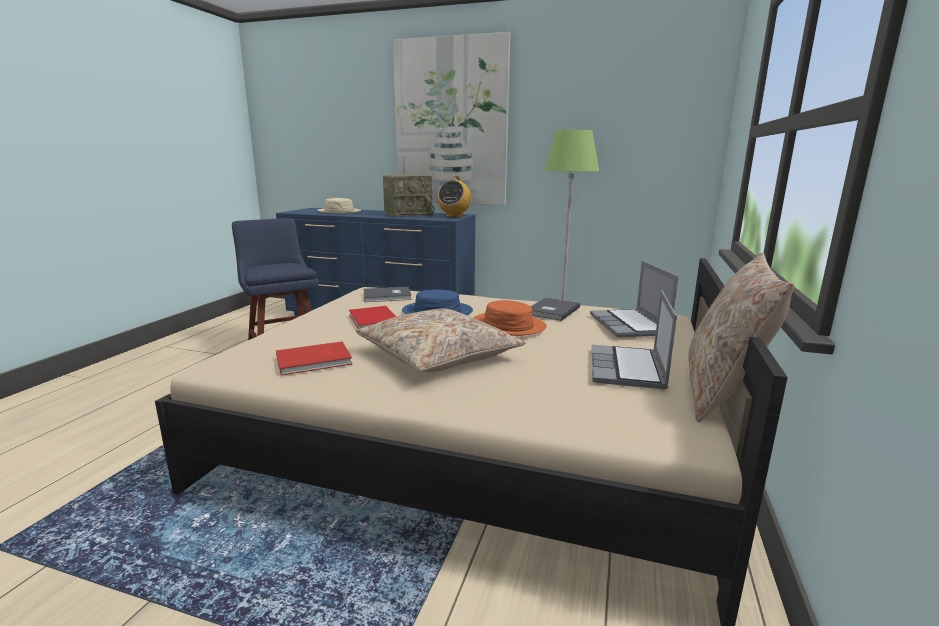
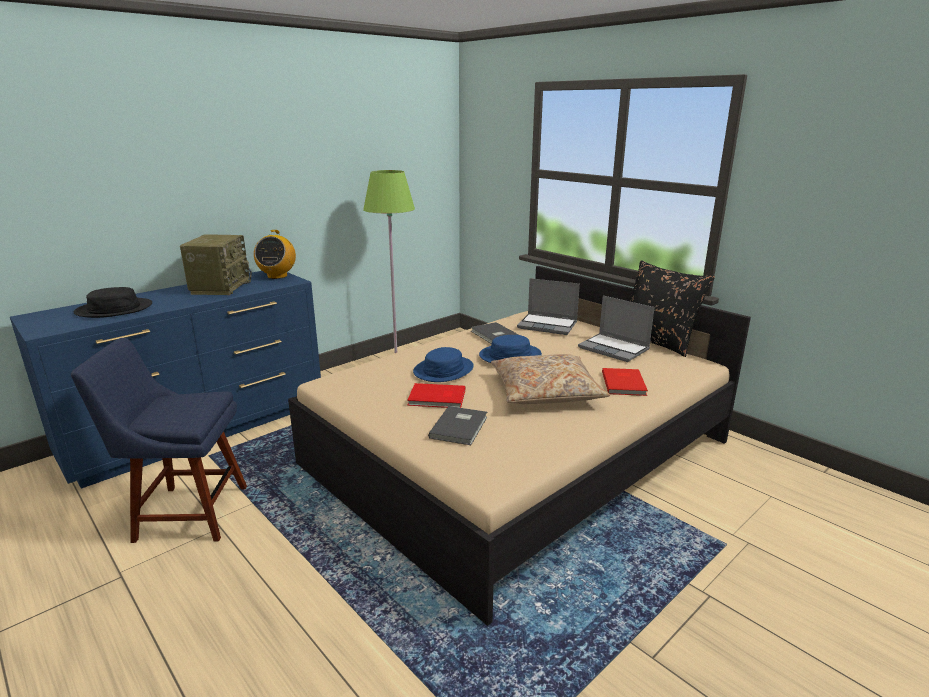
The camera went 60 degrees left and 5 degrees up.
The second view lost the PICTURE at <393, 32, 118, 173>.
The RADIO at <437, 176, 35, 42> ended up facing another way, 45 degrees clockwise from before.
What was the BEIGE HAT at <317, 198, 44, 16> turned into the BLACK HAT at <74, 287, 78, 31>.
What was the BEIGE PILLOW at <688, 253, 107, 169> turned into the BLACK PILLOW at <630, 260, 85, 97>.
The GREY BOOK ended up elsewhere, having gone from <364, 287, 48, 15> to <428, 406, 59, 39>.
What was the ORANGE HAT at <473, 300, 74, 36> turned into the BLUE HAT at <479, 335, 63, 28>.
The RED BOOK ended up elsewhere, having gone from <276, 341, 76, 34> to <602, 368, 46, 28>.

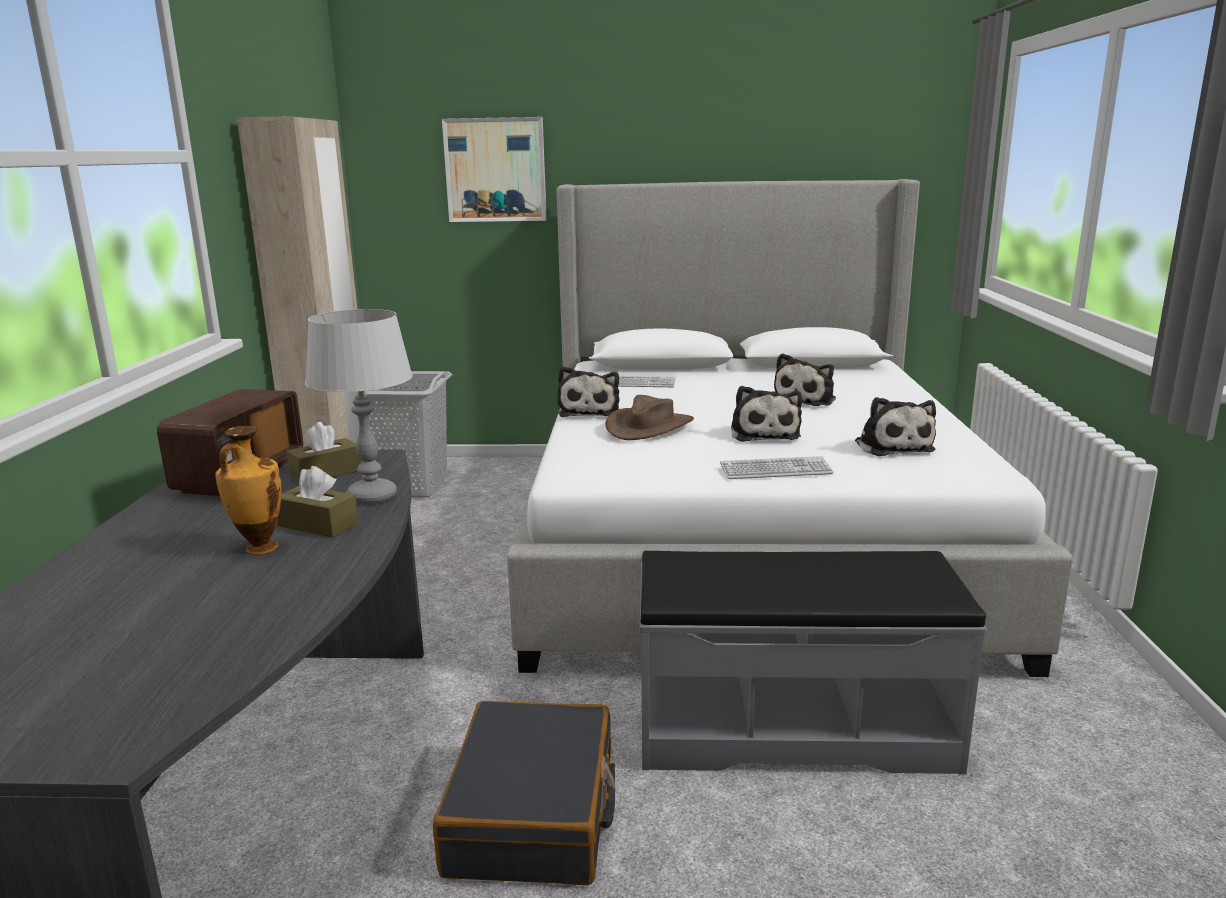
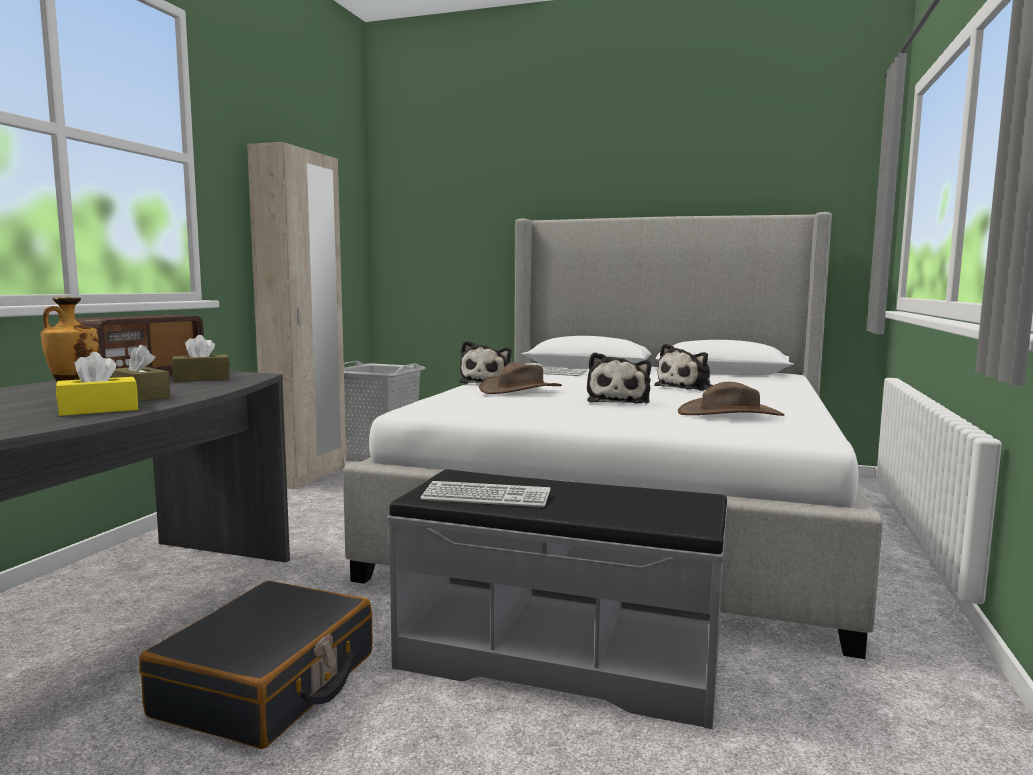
The camera went 15 degrees right and 10 degrees down.
The second view lost the PICTURE at <442, 117, 105, 105>.
The second view lost the GREY TABLE LAMP at <305, 309, 108, 195>.
Where the PLUSH TOY stood at <855, 397, 81, 59>, the BROWN HAT came to stand at <678, 382, 107, 34>.
The KEYBOARD ended up elsewhere, having gone from <720, 456, 114, 23> to <420, 481, 131, 26>.
The second view gained the YELLOW TISSUE BOX at <56, 352, 82, 64>.

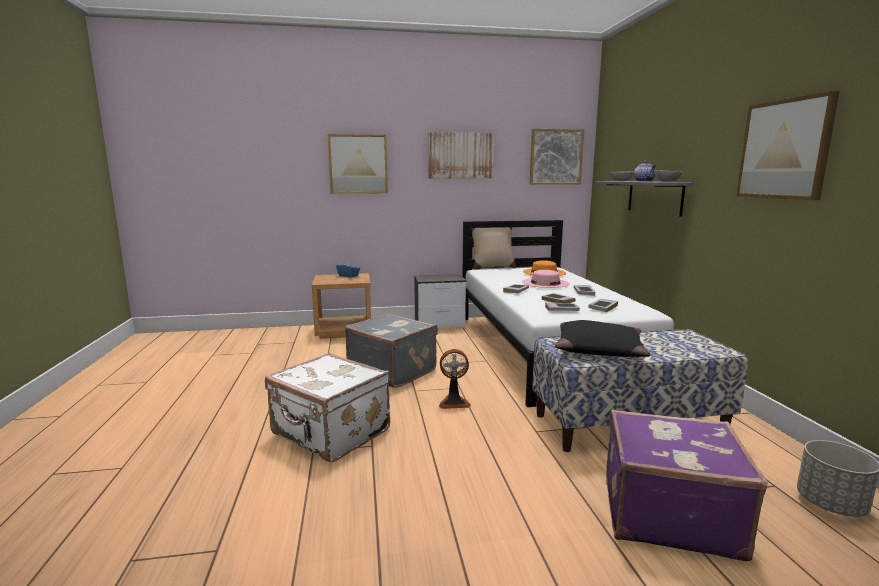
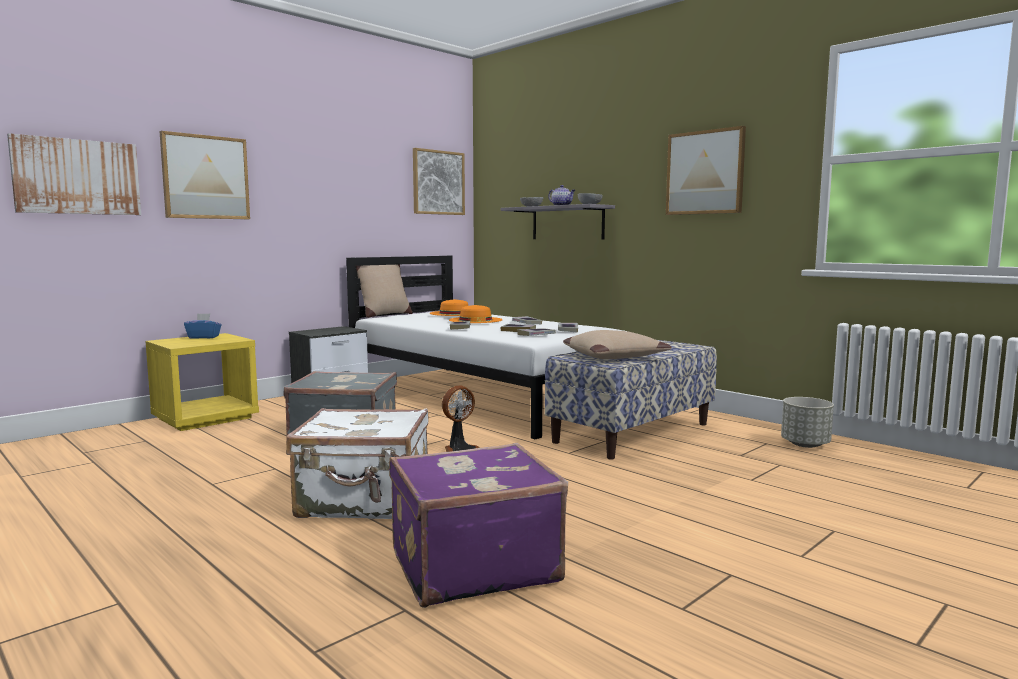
The camera went 35 degrees left and 5 degrees down.
The PICTURE ended up elsewhere, having gone from <428, 132, 66, 46> to <7, 133, 134, 82>.
What was the PINK HAT at <522, 270, 48, 18> turned into the ORANGE HAT at <449, 305, 54, 18>.
What was the BROWN NIGHTSTAND at <312, 273, 59, 66> turned into the YELLOW NIGHTSTAND at <146, 333, 113, 98>.
What was the BLACK PILLOW at <555, 320, 95, 37> turned into the BEIGE PILLOW at <563, 330, 109, 29>.
The PURPLE SUITCASE ended up elsewhere, having gone from <606, 410, 162, 151> to <389, 443, 179, 165>.

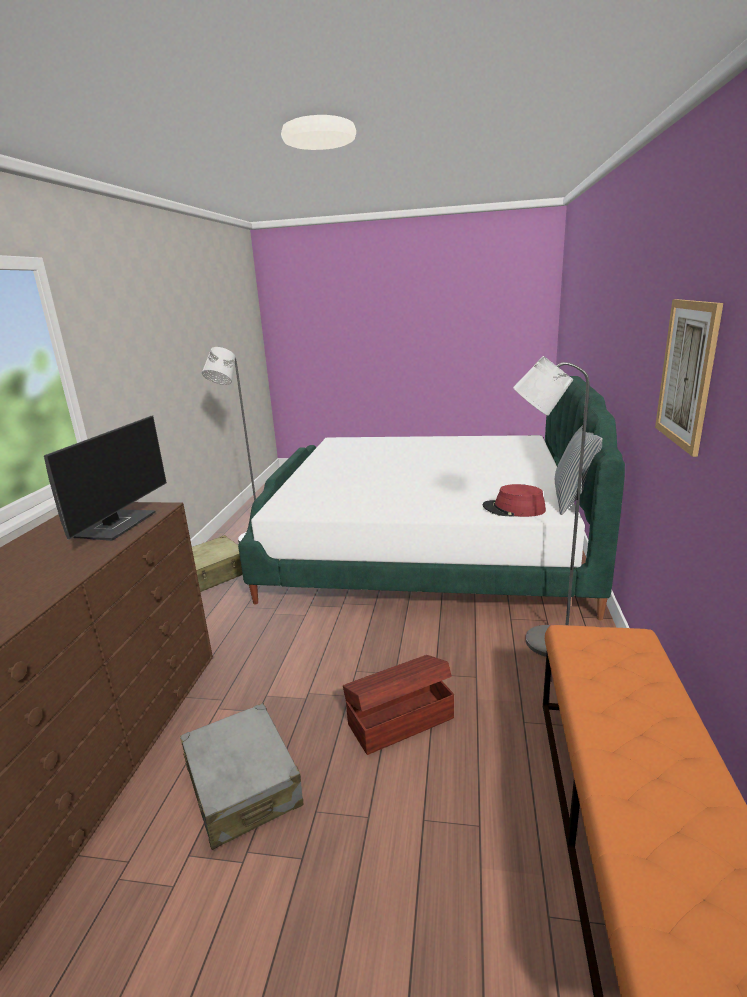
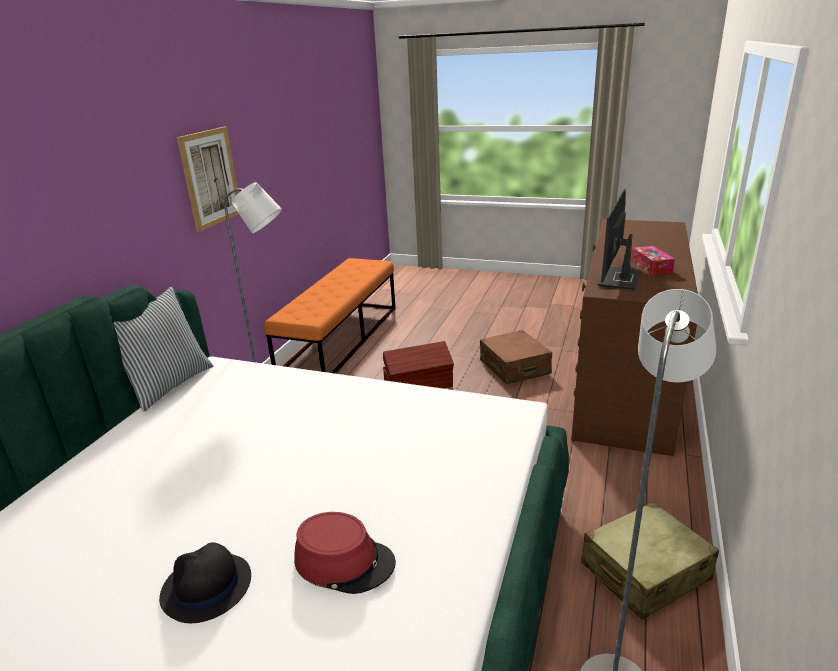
The camera went 170 degrees left and 5 degrees up.
The RED HAT ended up elsewhere, having gone from <483, 484, 63, 33> to <294, 512, 102, 82>.
What was the GREY SUITCASE at <180, 703, 124, 147> turned into the BROWN SUITCASE at <480, 330, 72, 54>.
The second view gained the TISSUE BOX at <631, 246, 44, 29>.
The second view gained the BLACK HAT at <159, 542, 92, 81>.

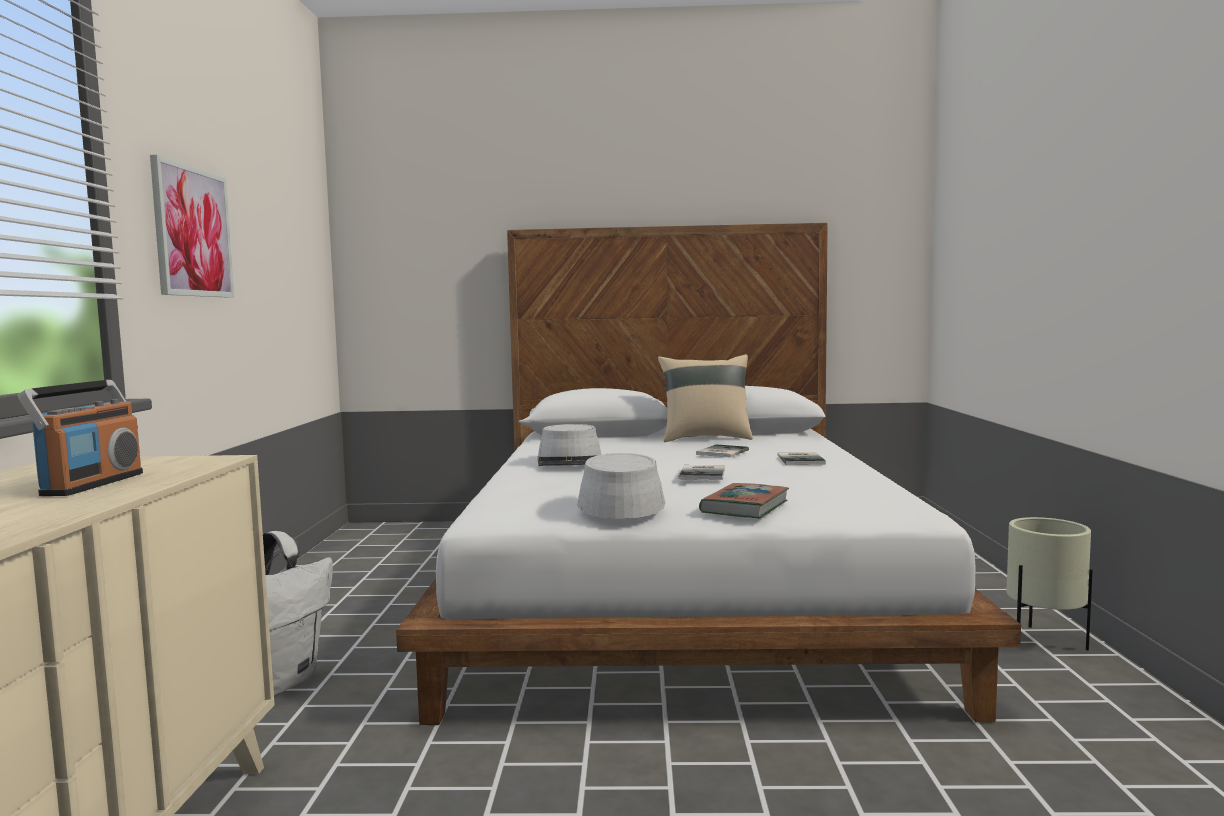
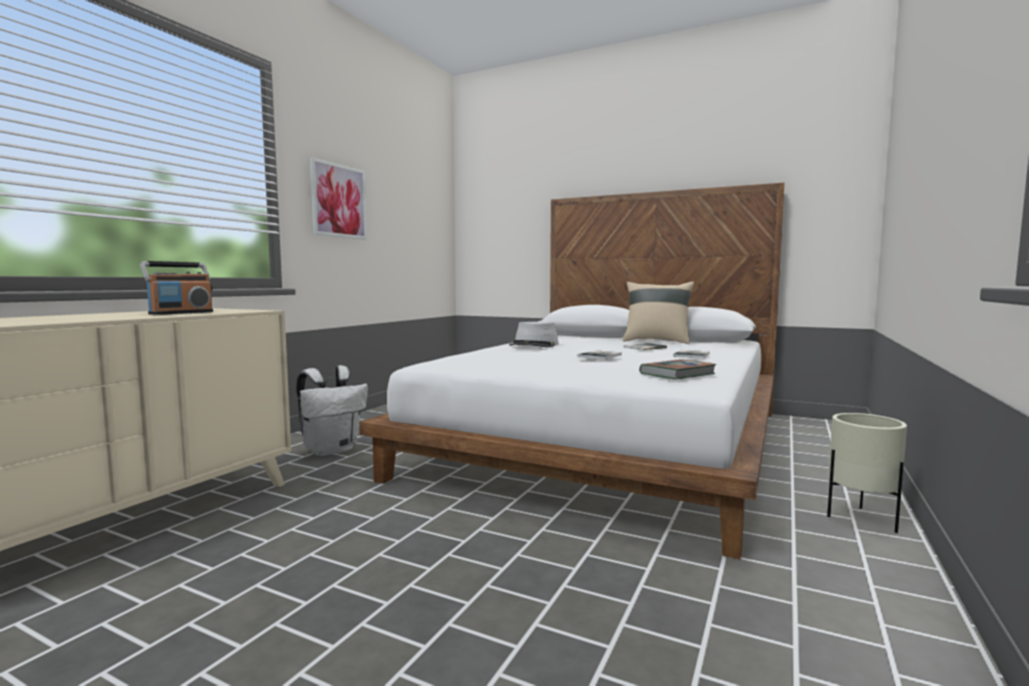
The camera went 25 degrees right and 0 degrees up.
The second view lost the GREY HAT at <577, 453, 88, 66>.
The BOOK ended up elsewhere, having gone from <699, 483, 90, 35> to <639, 359, 78, 21>.

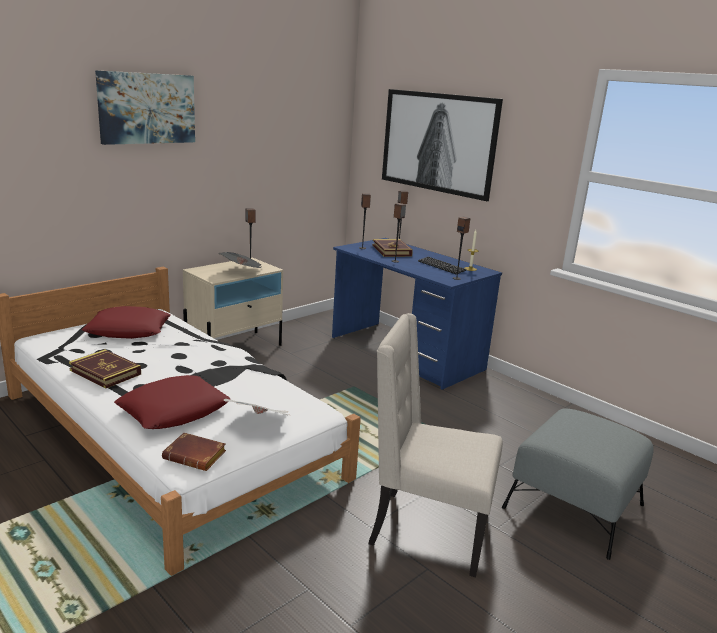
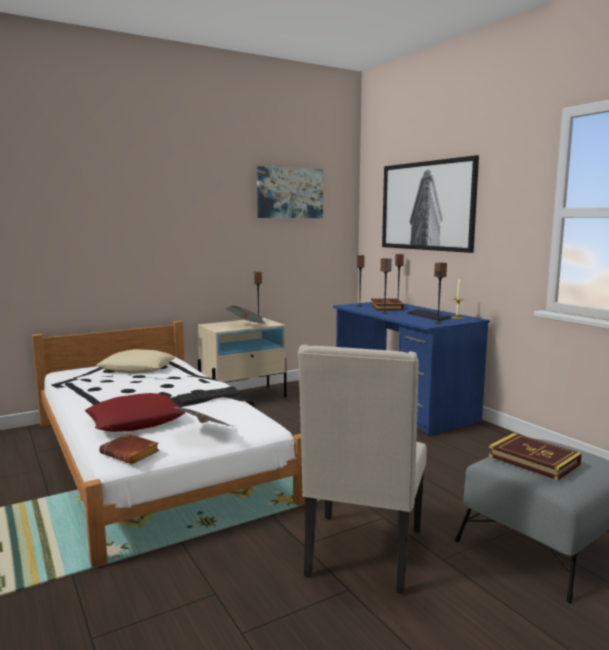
The camera went 15 degrees right and 10 degrees down.
The PICTURE ended up elsewhere, having gone from <95, 70, 100, 75> to <257, 166, 66, 52>.
What was the RED PILLOW at <82, 306, 89, 33> turned into the BEIGE PILLOW at <97, 349, 79, 25>.
The BEIGE CHAIR at <369, 313, 134, 264> ended up facing another way, 105 degrees counterclockwise from before.
The BOOK ended up elsewhere, having gone from <69, 349, 72, 40> to <488, 433, 94, 47>.
The second view gained the KEYBOARD at <177, 386, 64, 18>.

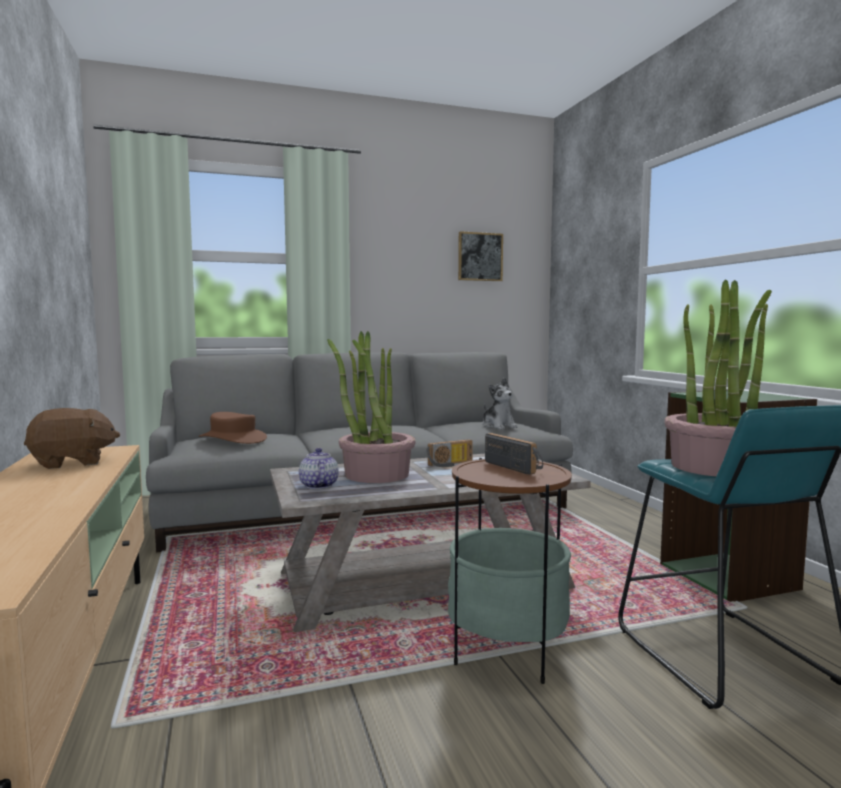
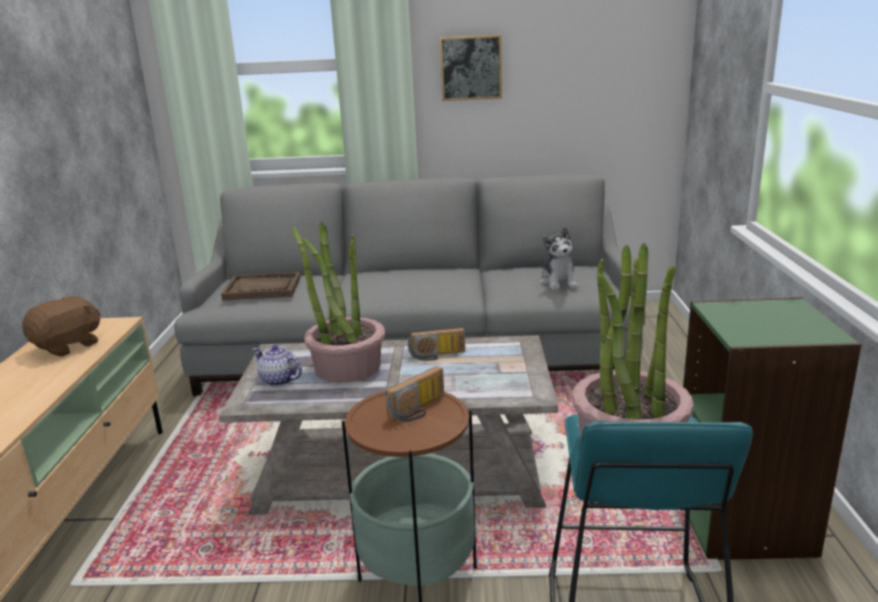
The camera went 20 degrees right and 15 degrees up.
The PICTURE ended up elsewhere, having gone from <458, 231, 45, 50> to <440, 35, 62, 66>.
The BROWN PLUSH TOY at <24, 408, 96, 61> ended up facing another way, 45 degrees counterclockwise from before.
Where the BROWN HAT stood at <199, 412, 68, 32>, the BROWN TRAY came to stand at <221, 272, 80, 28>.
The RADIO at <485, 433, 58, 42> ended up facing another way, 60 degrees clockwise from before.
The TEAPOT at <299, 448, 40, 41> ended up facing another way, 60 degrees counterclockwise from before.

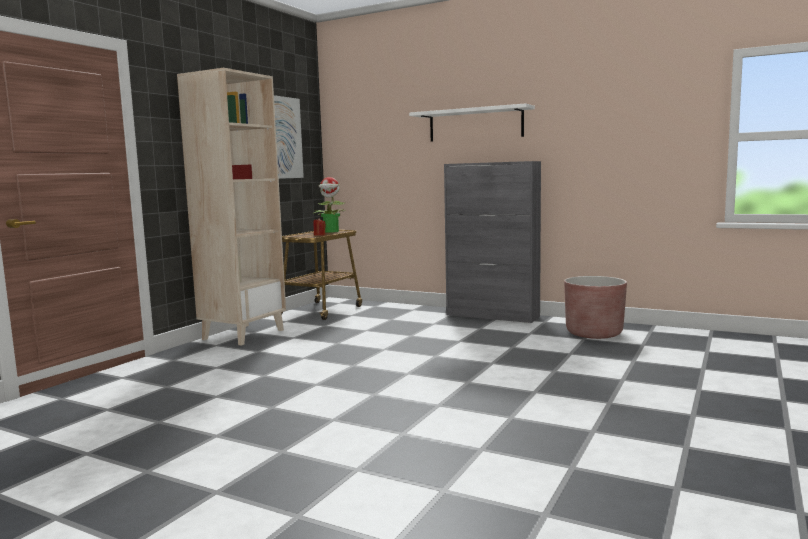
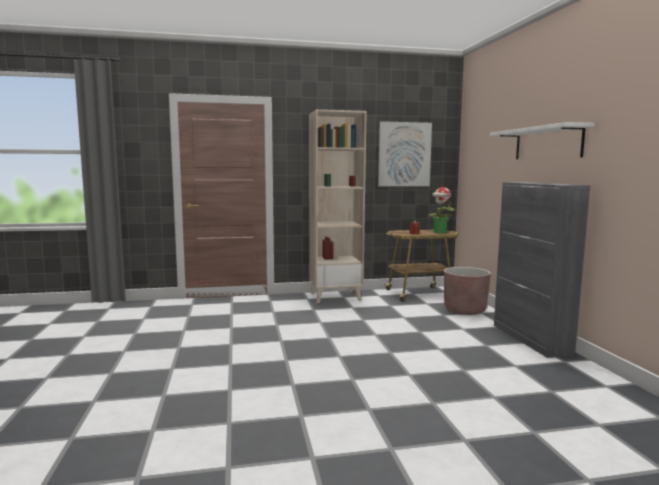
The camera went 50 degrees right and 0 degrees up.
The BROWN PLANTER ended up elsewhere, having gone from <564, 276, 63, 63> to <444, 267, 47, 48>.

